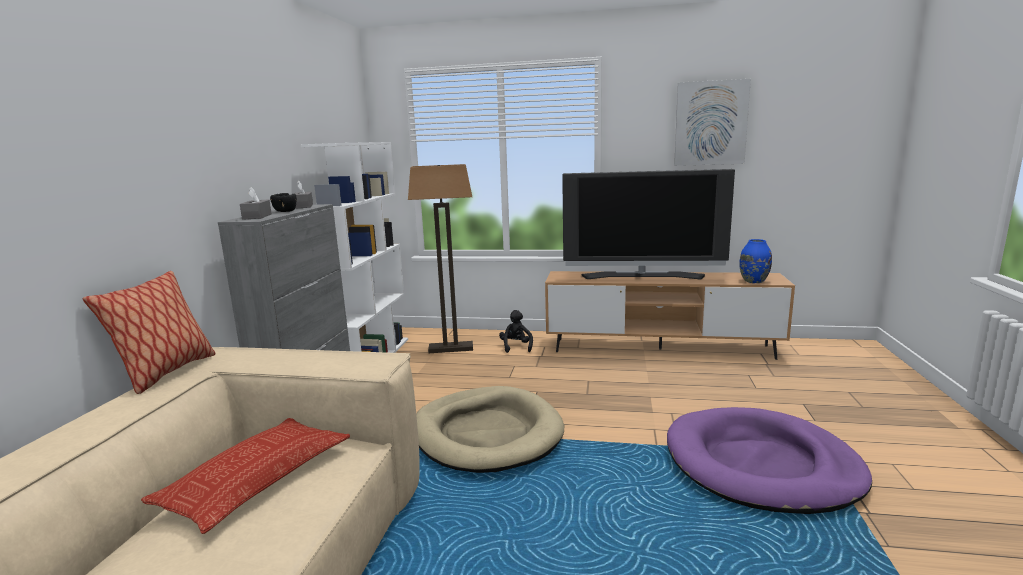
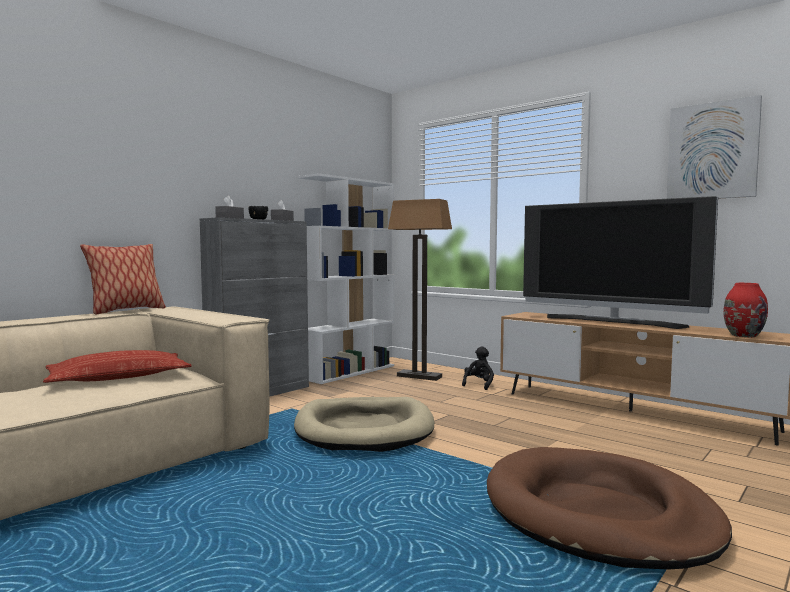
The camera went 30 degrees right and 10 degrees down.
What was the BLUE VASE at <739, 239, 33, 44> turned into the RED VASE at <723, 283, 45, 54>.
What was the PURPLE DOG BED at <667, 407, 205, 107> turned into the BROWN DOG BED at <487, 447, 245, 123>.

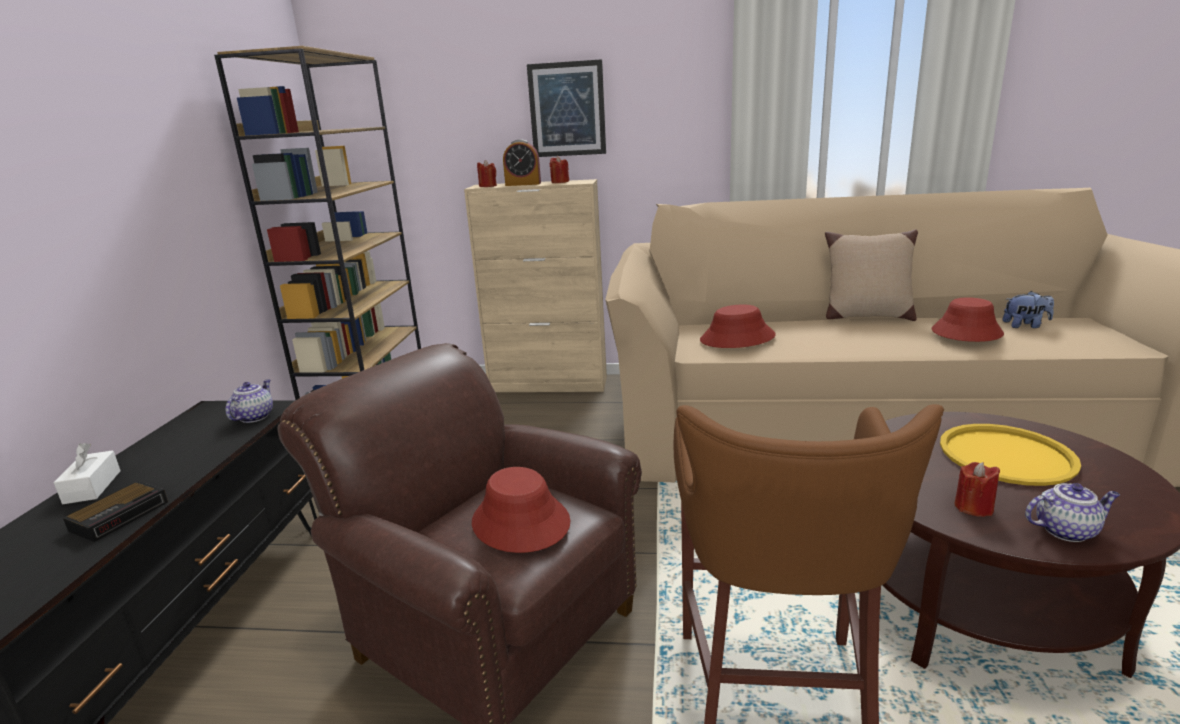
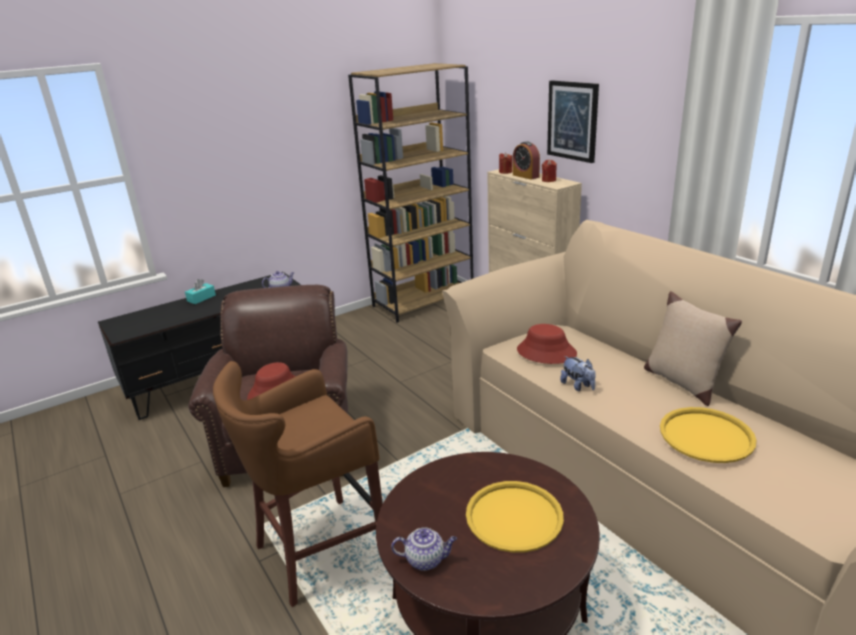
The camera went 50 degrees right and 5 degrees up.
The PLUSH TOY ended up elsewhere, having gone from <1002, 291, 52, 37> to <560, 356, 36, 35>.
Where the RED HAT stood at <932, 297, 72, 45>, the YELLOW TRAY came to stand at <660, 407, 97, 56>.
What was the WHITE TISSUE BOX at <54, 443, 67, 61> turned into the TURQUOISE TISSUE BOX at <185, 279, 31, 25>.
The second view lost the RED CANDLE at <954, 462, 46, 55>.
The second view lost the ALARM CLOCK at <63, 481, 105, 61>.
The TEAPOT at <1025, 483, 95, 59> ended up facing another way, 45 degrees counterclockwise from before.

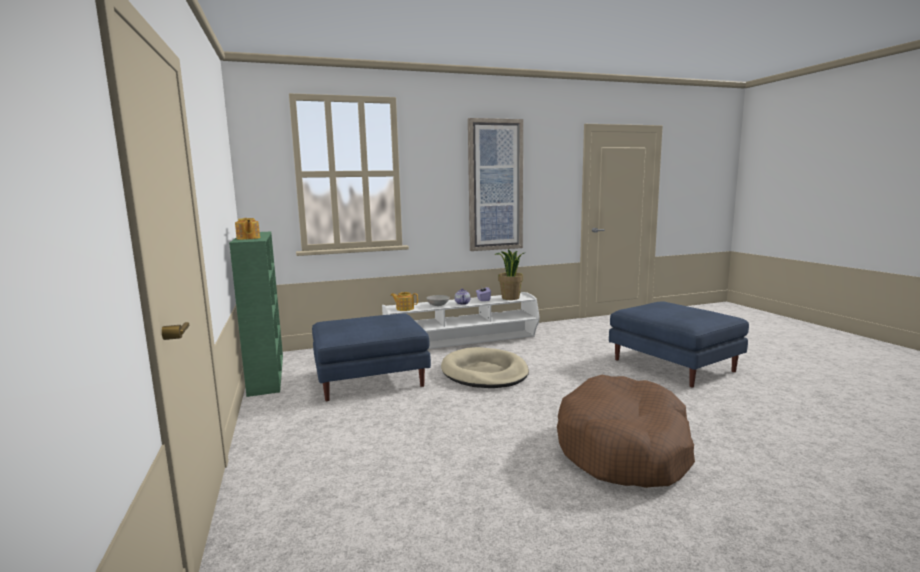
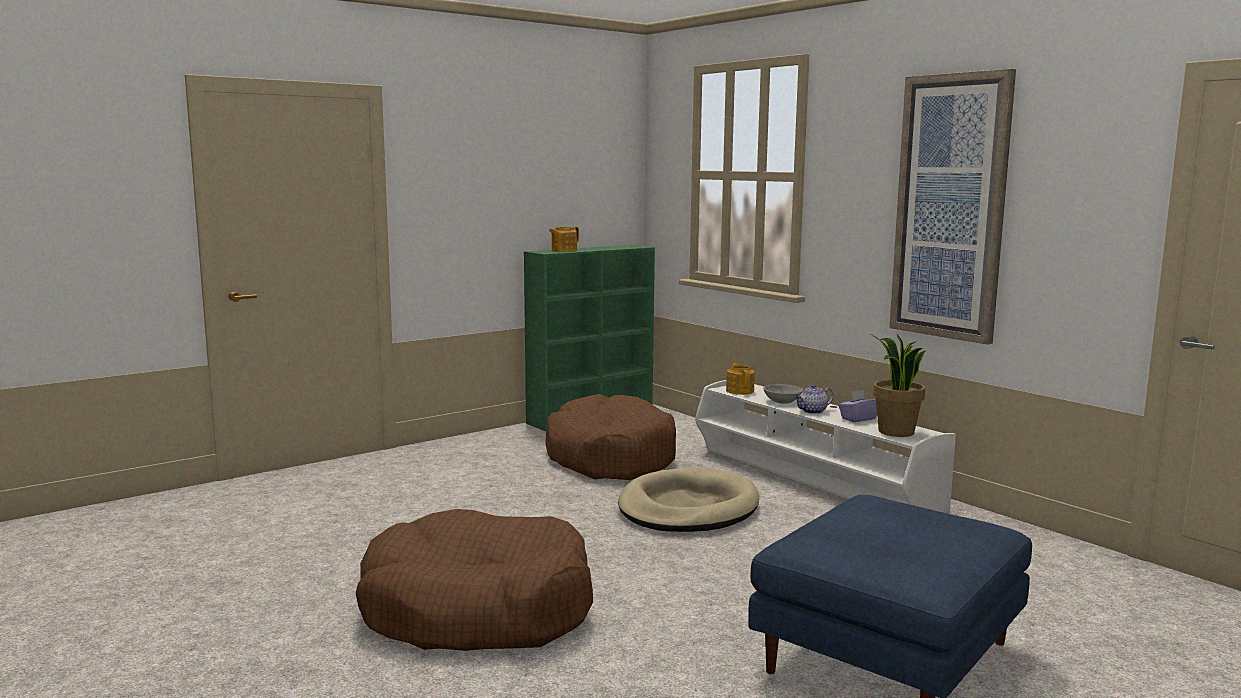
The camera went 70 degrees right and 0 degrees up.
Where the BLUE OTTOMAN stood at <312, 314, 119, 87>, the BROWN DOG BED came to stand at <545, 394, 131, 86>.

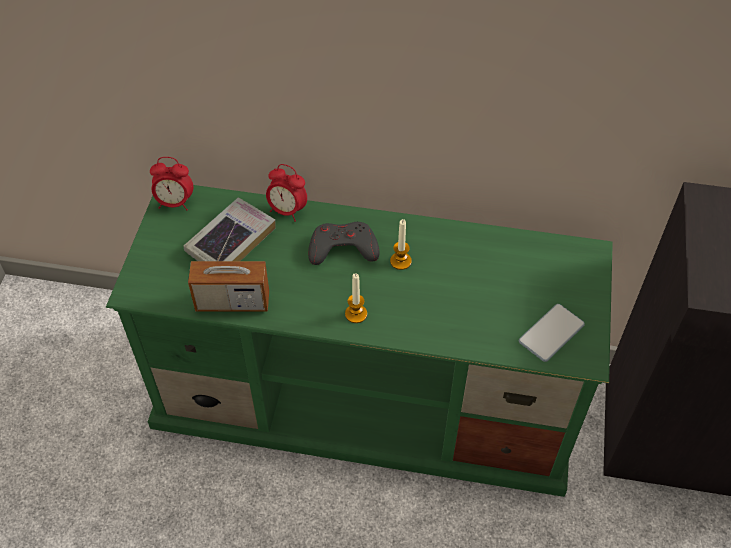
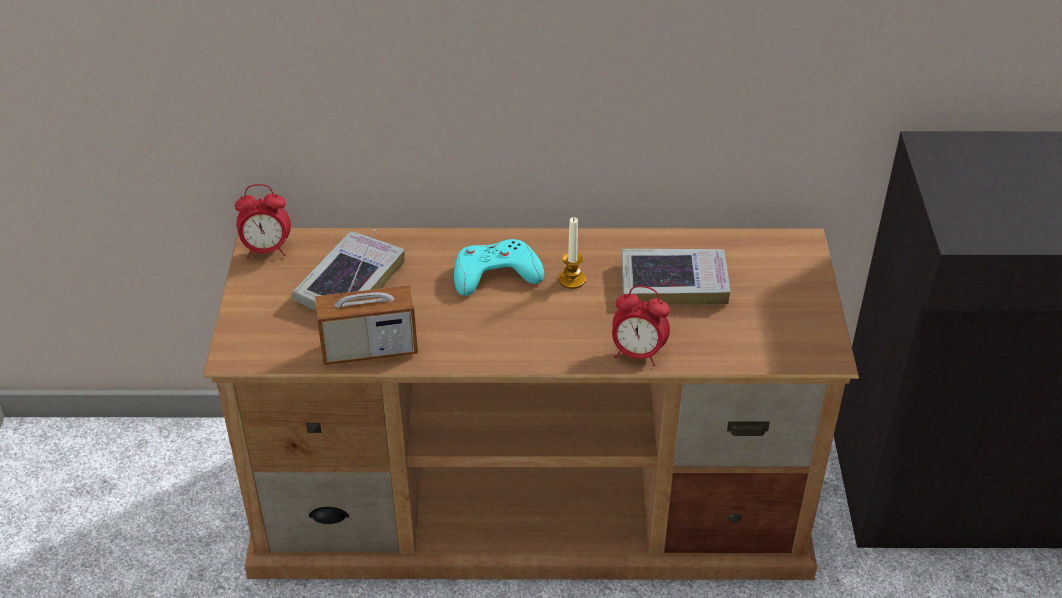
The camera went 10 degrees left and 10 degrees down.
The ALARM CLOCK ended up elsewhere, having gone from <266, 164, 41, 58> to <612, 286, 58, 80>.
What was the GREEN TV STAND at <106, 185, 507, 312> turned into the BROWN TV STAND at <203, 228, 656, 352>.
What was the GREY GAME CONTROLLER at <308, 222, 71, 43> turned into the TURQUOISE GAME CONTROLLER at <454, 239, 90, 57>.
The second view lost the CANDLE at <345, 273, 22, 50>.
The second view lost the PHONE at <519, 304, 66, 58>.
The second view gained the BOOK at <622, 249, 109, 56>.

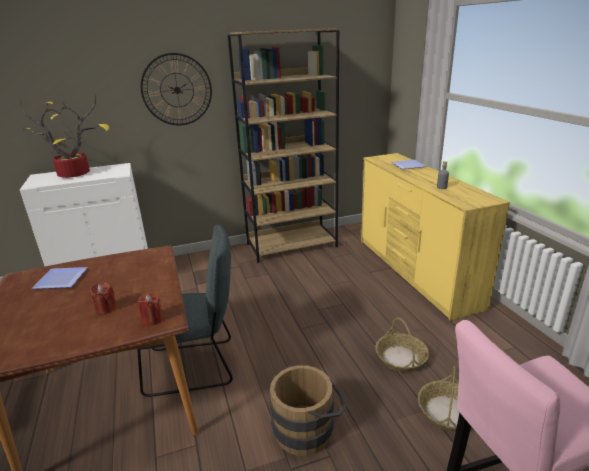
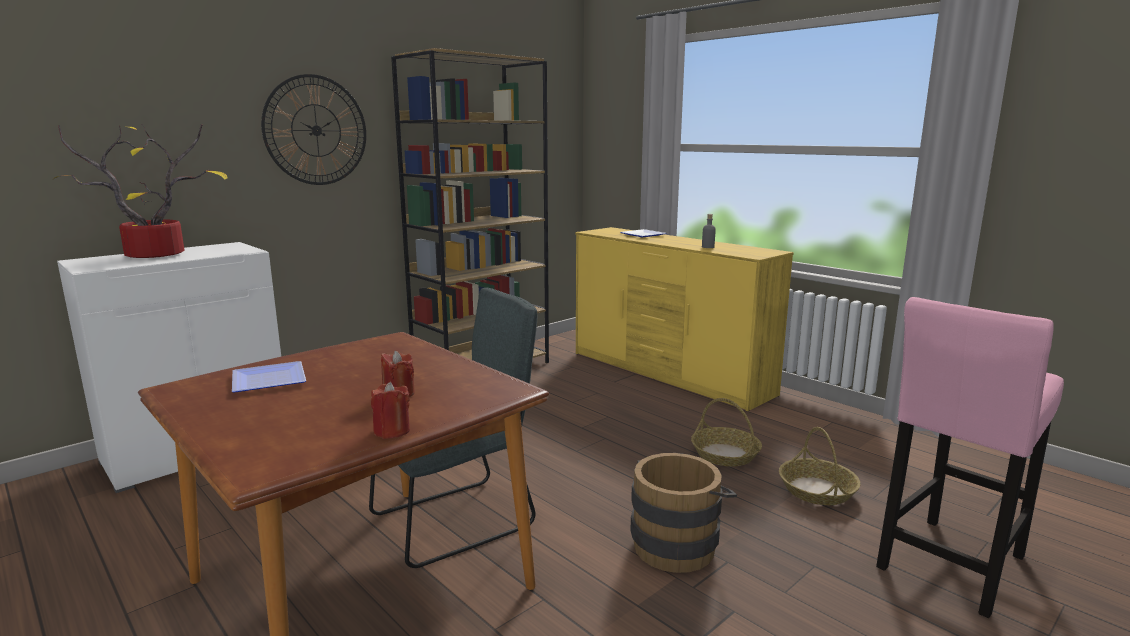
The camera went 25 degrees left and 10 degrees down.
The RED CANDLE ended up elsewhere, having gone from <137, 293, 26, 33> to <371, 382, 39, 57>.

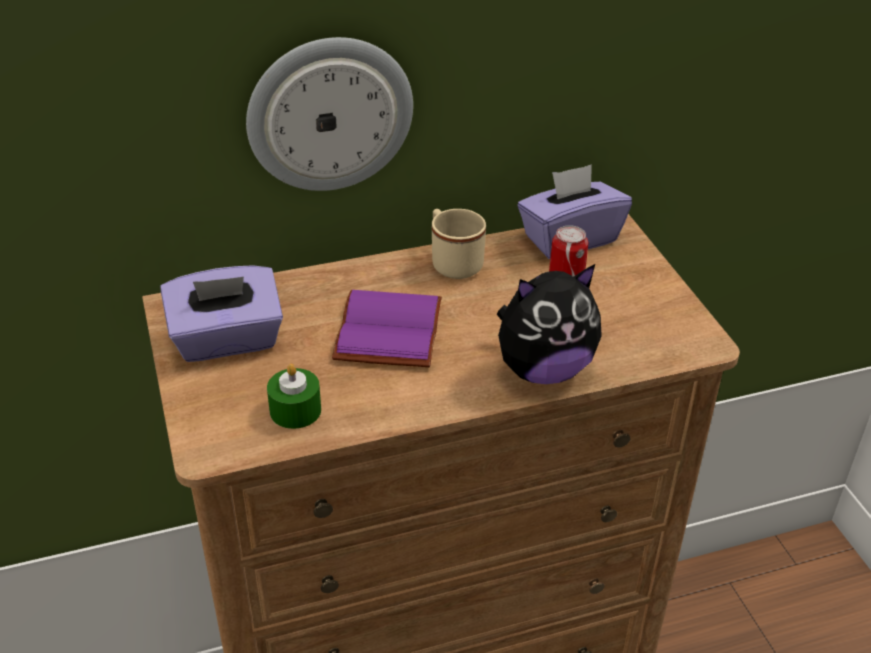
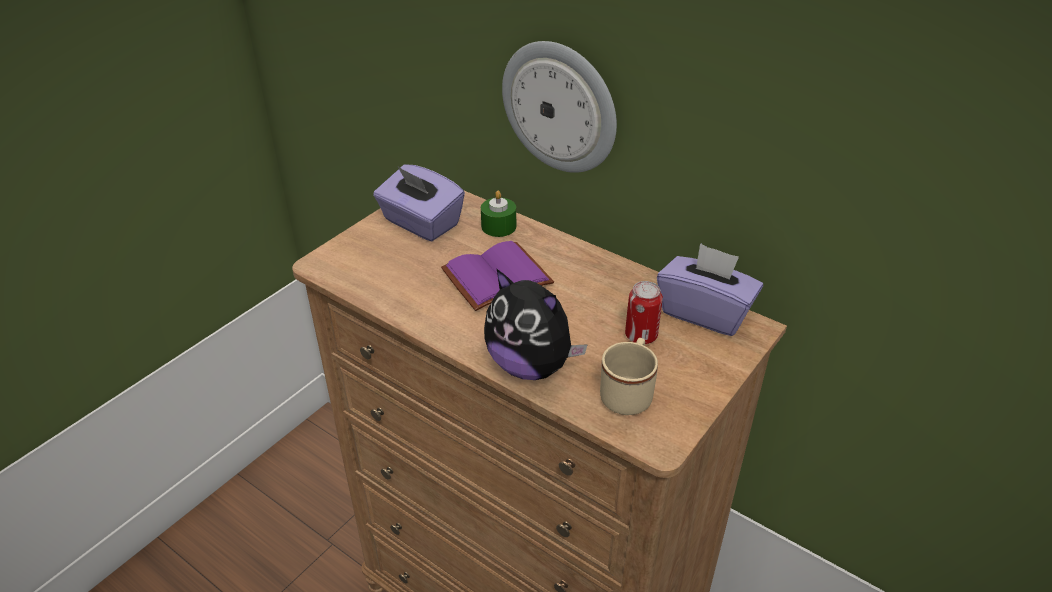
The camera went 55 degrees right and 0 degrees up.
The BEIGE MUG ended up elsewhere, having gone from <432, 209, 54, 70> to <600, 338, 58, 77>.
The GREEN CANDLE ended up elsewhere, having gone from <267, 364, 54, 65> to <481, 191, 35, 46>.

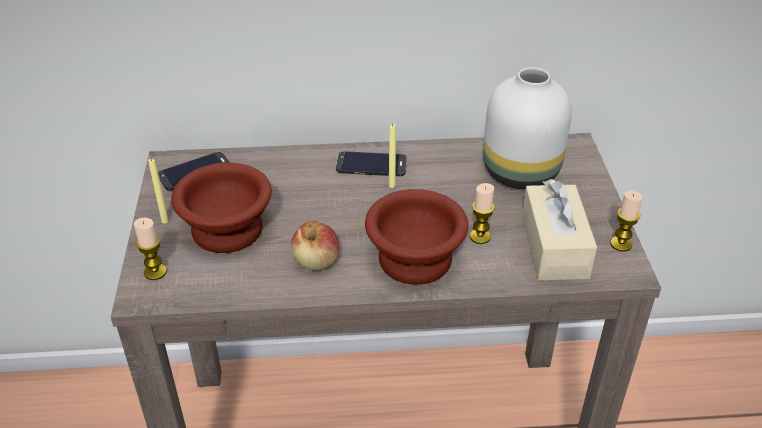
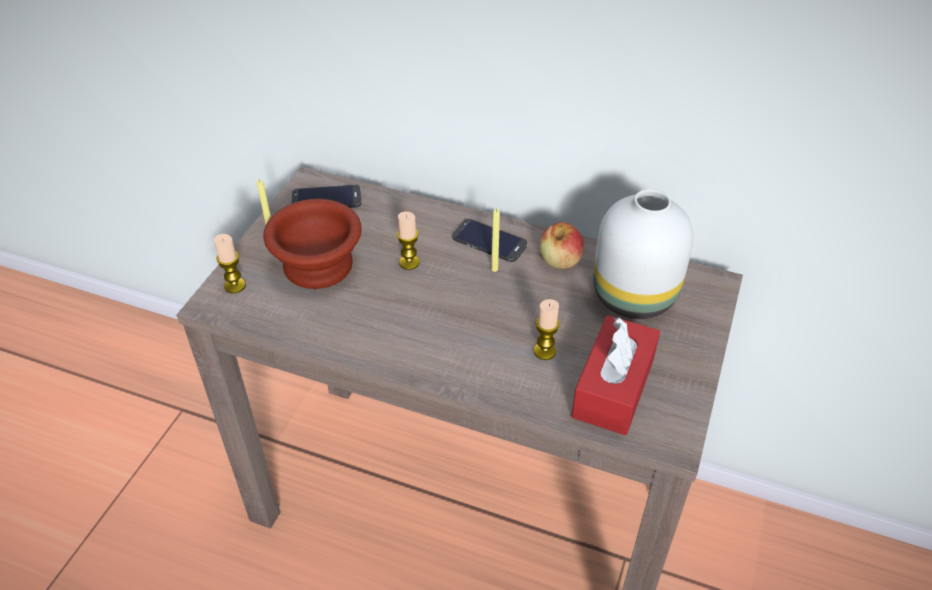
The camera went 25 degrees right and 5 degrees up.
What was the BEIGE TISSUE BOX at <522, 179, 75, 101> turned into the RED TISSUE BOX at <571, 315, 89, 120>.
The second view lost the BROWN BOWL at <365, 189, 103, 96>.
The CANDLE ended up elsewhere, having gone from <610, 191, 33, 61> to <397, 212, 23, 58>.
The APPLE ended up elsewhere, having gone from <291, 221, 49, 50> to <539, 222, 45, 47>.

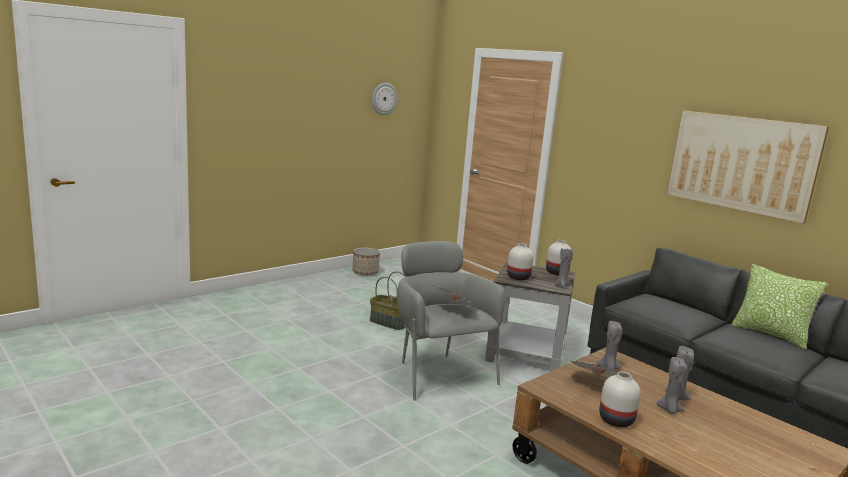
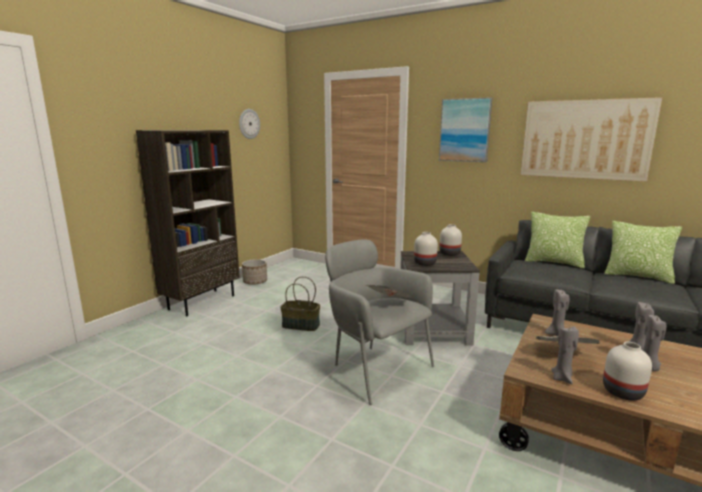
The camera went 15 degrees left and 0 degrees up.
The GREY CANDLE ended up elsewhere, having gone from <555, 247, 18, 41> to <551, 326, 28, 58>.
The second view gained the PICTURE at <439, 97, 53, 66>.
The second view gained the BROWN BOOKCASE at <136, 130, 104, 186>.
The second view gained the PILLOW at <525, 212, 65, 56>.

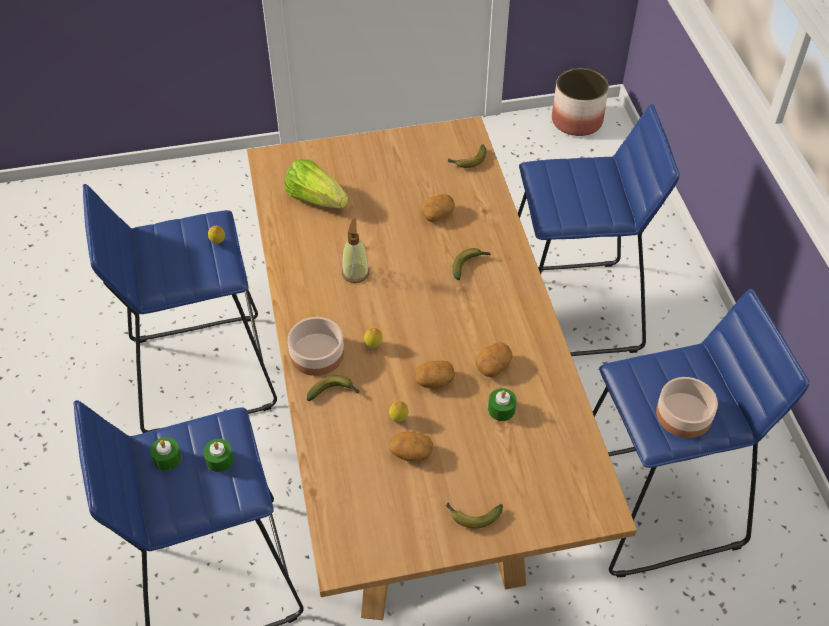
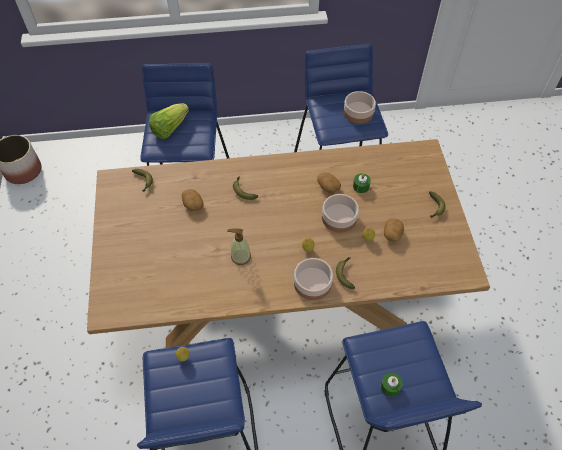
The camera went 85 degrees left and 5 degrees up.
The LETTUCE ended up elsewhere, having gone from <285, 159, 63, 49> to <149, 103, 40, 36>.
Where the POTATO stood at <414, 361, 41, 28>, the BOWL came to stand at <322, 194, 37, 39>.
The second view lost the GREEN CANDLE at <203, 439, 31, 33>.

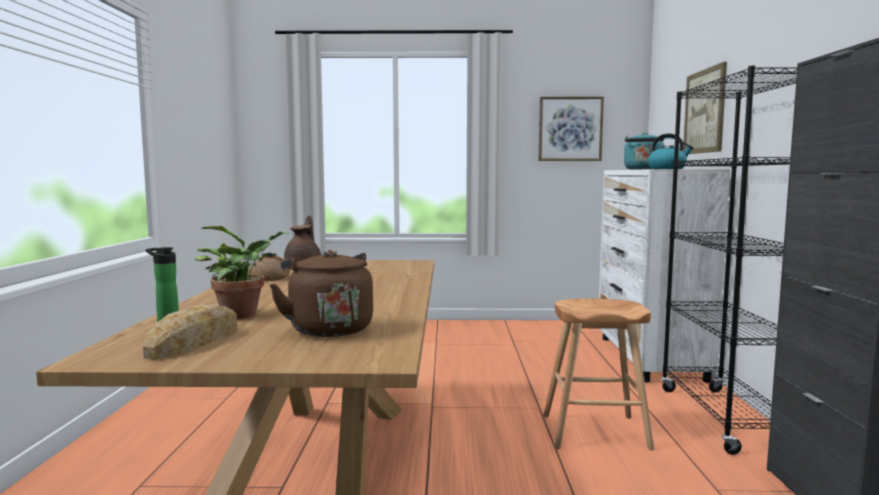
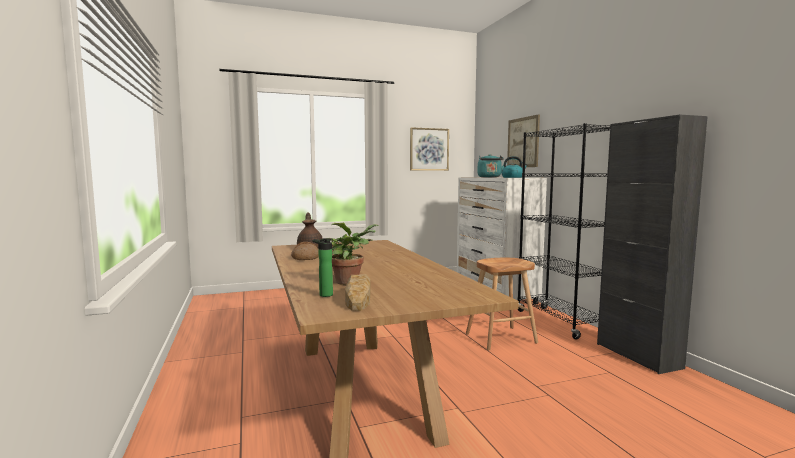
The camera went 20 degrees left and 0 degrees up.
The second view lost the BROWN KETTLE at <269, 250, 104, 87>.

